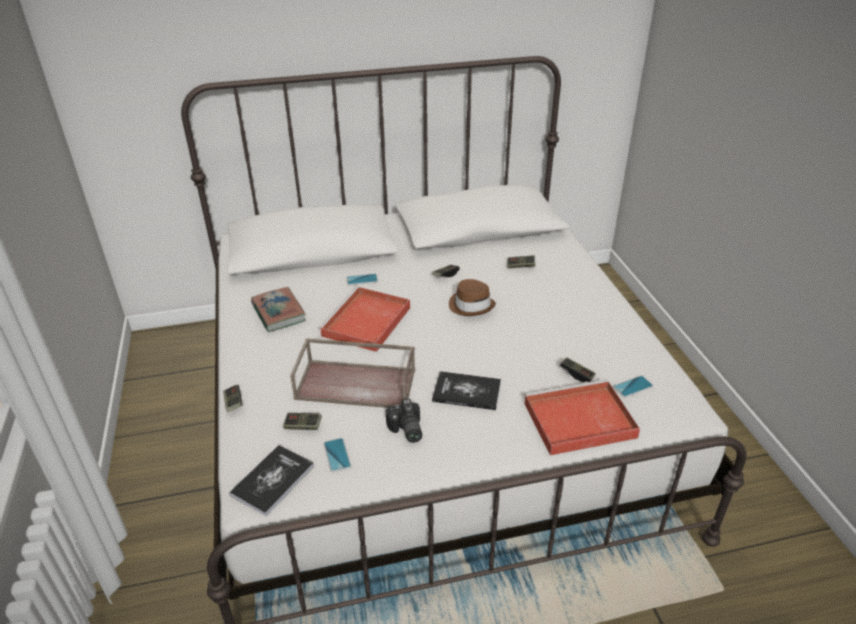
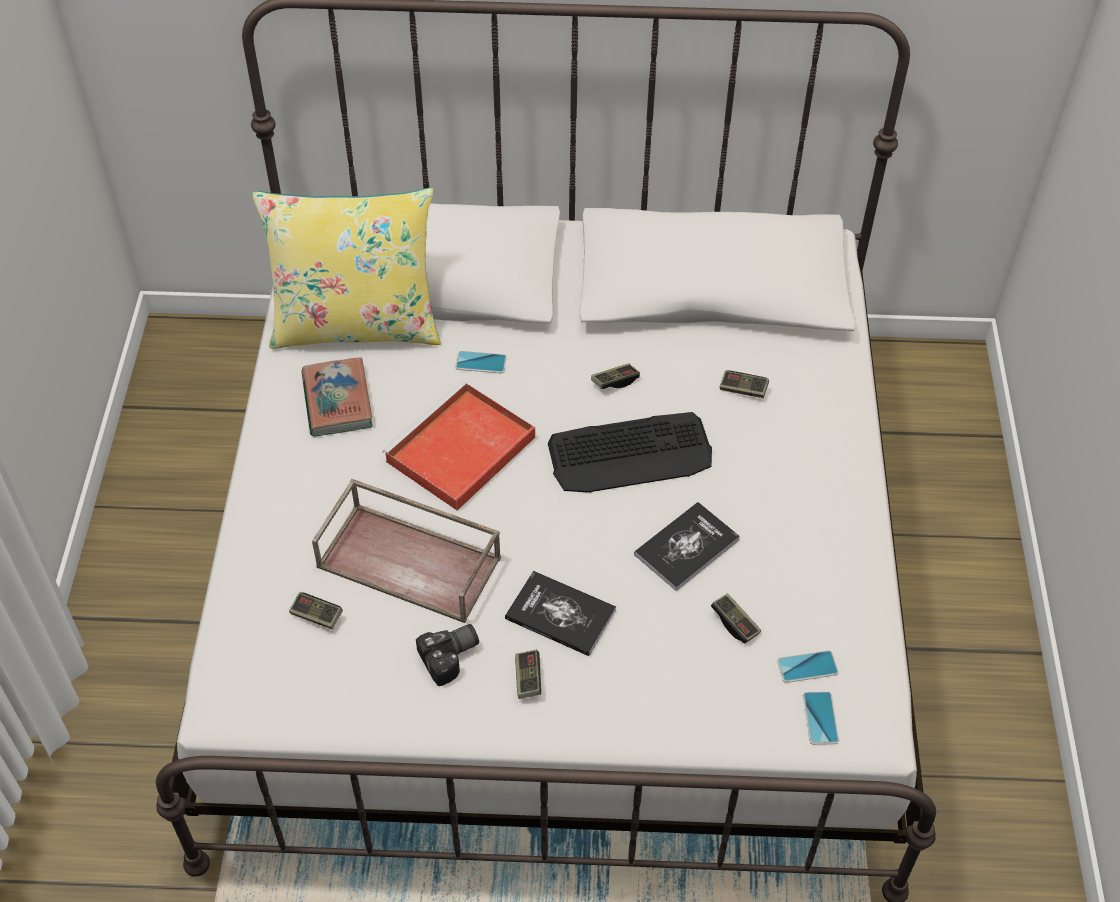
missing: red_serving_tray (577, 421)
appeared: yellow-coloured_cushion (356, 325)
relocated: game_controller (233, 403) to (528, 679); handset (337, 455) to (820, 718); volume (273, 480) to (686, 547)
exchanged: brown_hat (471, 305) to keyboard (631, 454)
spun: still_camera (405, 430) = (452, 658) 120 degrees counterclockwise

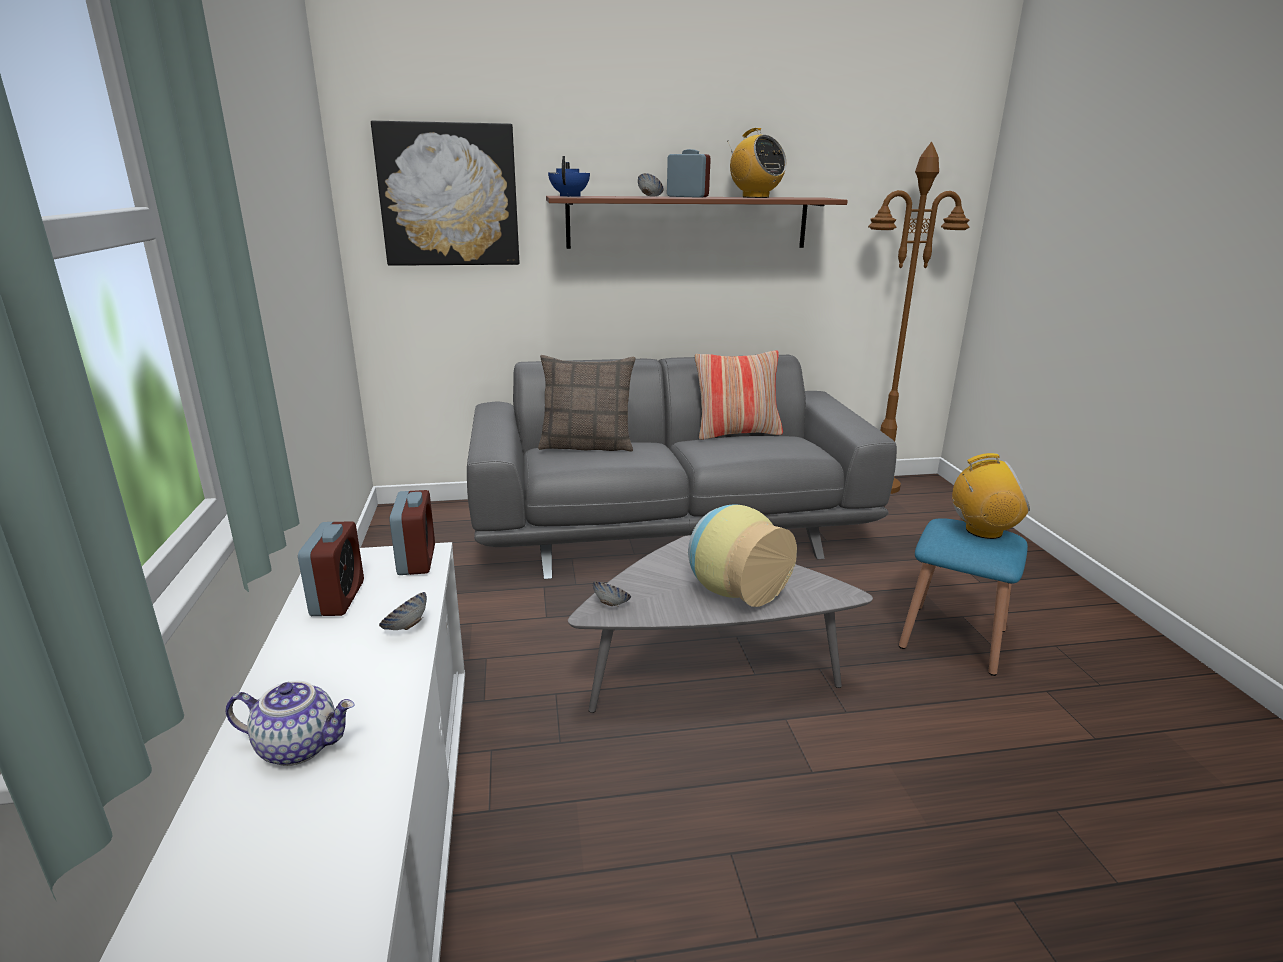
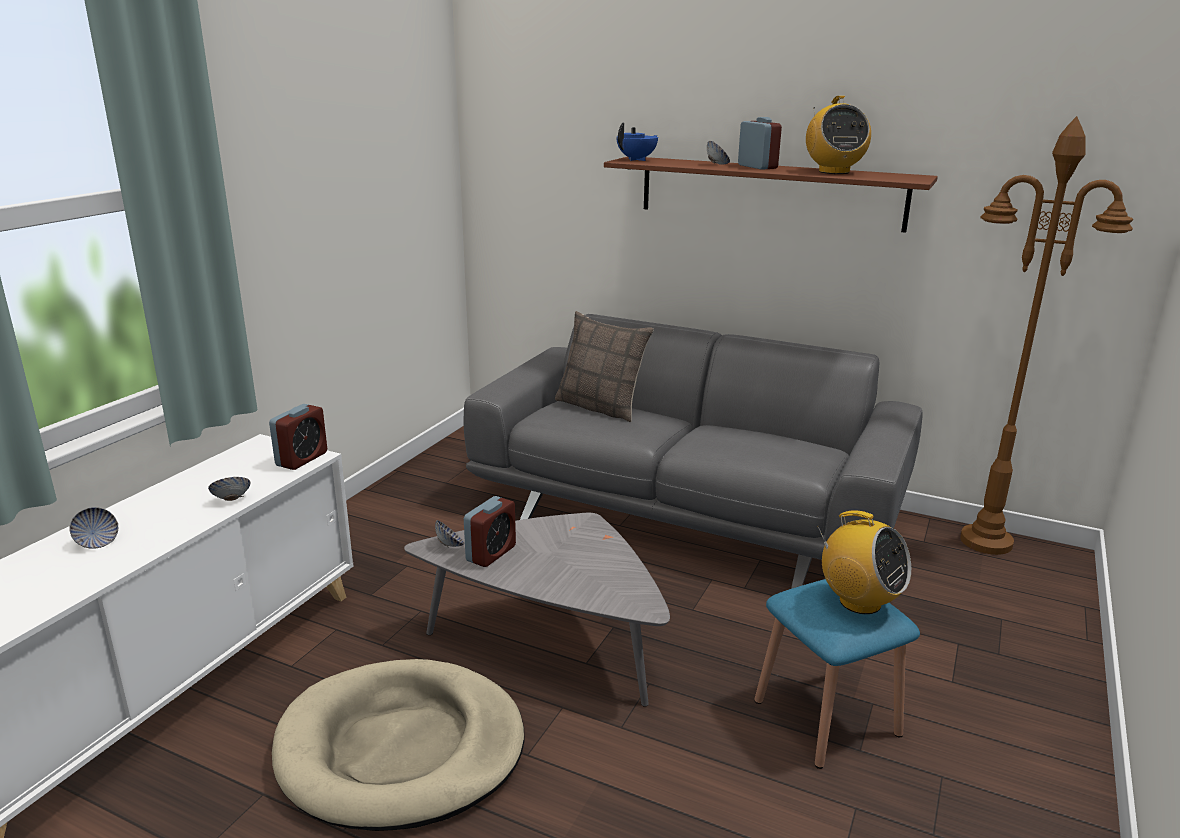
missing: wall_art (449, 195); cushion (737, 433); decorative_vase (733, 590)
appeared: beige-coloured_dog_cushion (401, 749)
relocated: alarm_clock (338, 598) to (491, 553)
exchanged: pot_for_tea (300, 745) to bowl (97, 542)

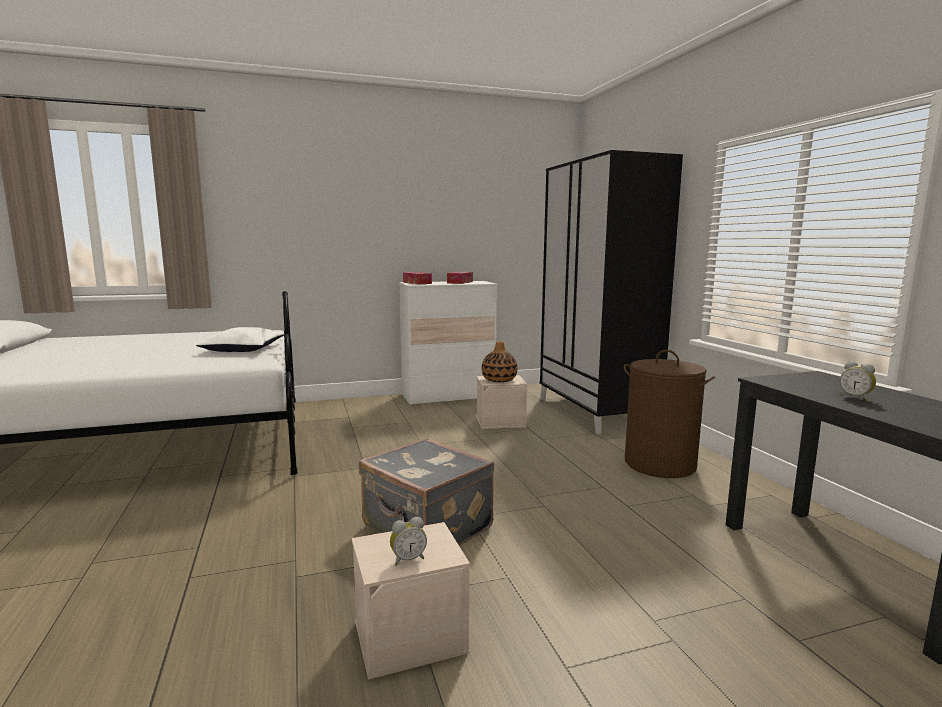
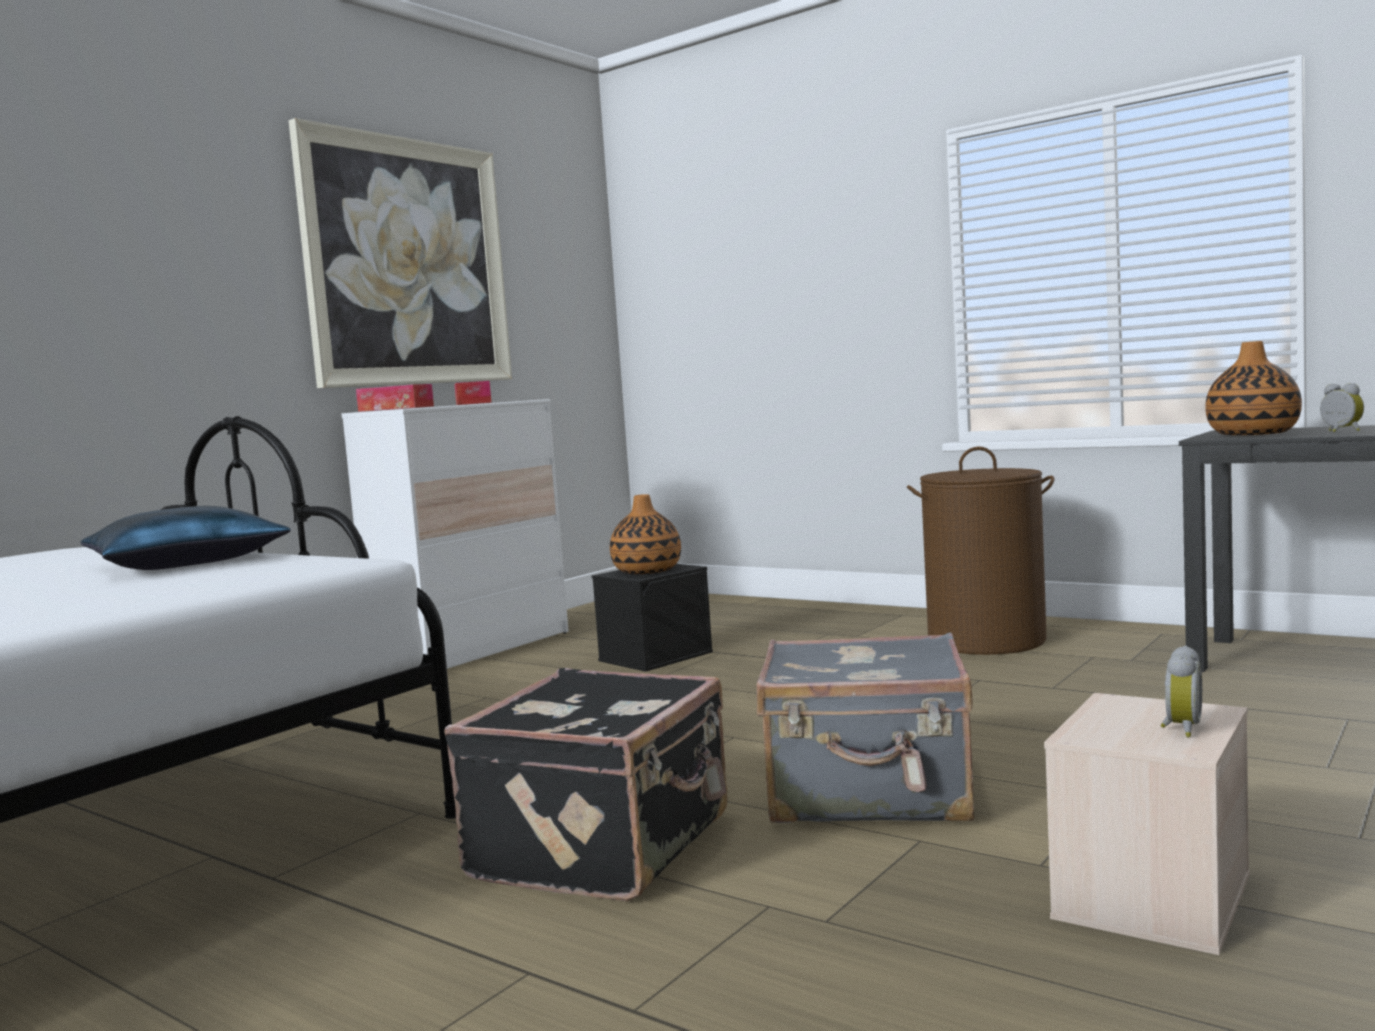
missing: blackish_armoire (596, 412)
appeared: wall_art (407, 262); decorative_vase (1252, 434); blackish_suitcase (606, 847)
colour: white_cushion (243, 349) to blue_cushion (186, 562); beige-coloured_storage_bin (501, 421) to blackish_storage_bin (656, 656)
spun: alarm_clock (855, 398) = (1340, 431) 135 degrees counterclockwise

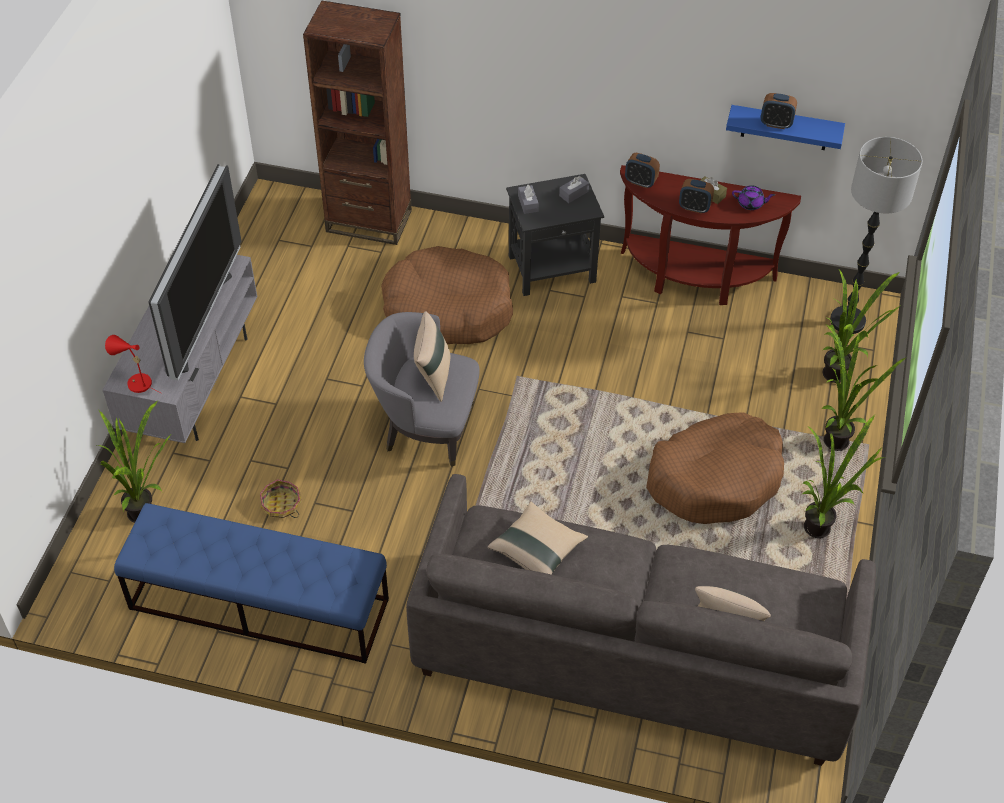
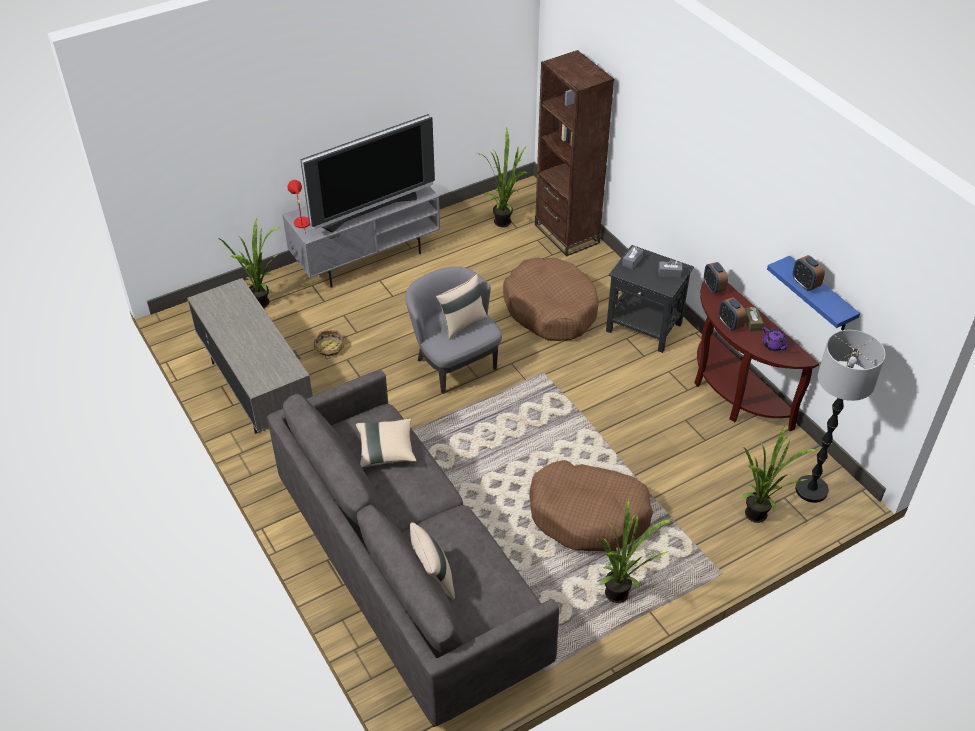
relocated: plant_in_a_pot (834, 437) to (505, 220)
exchanged: blue_long_seat (258, 604) to gray_tv_stand (256, 388)

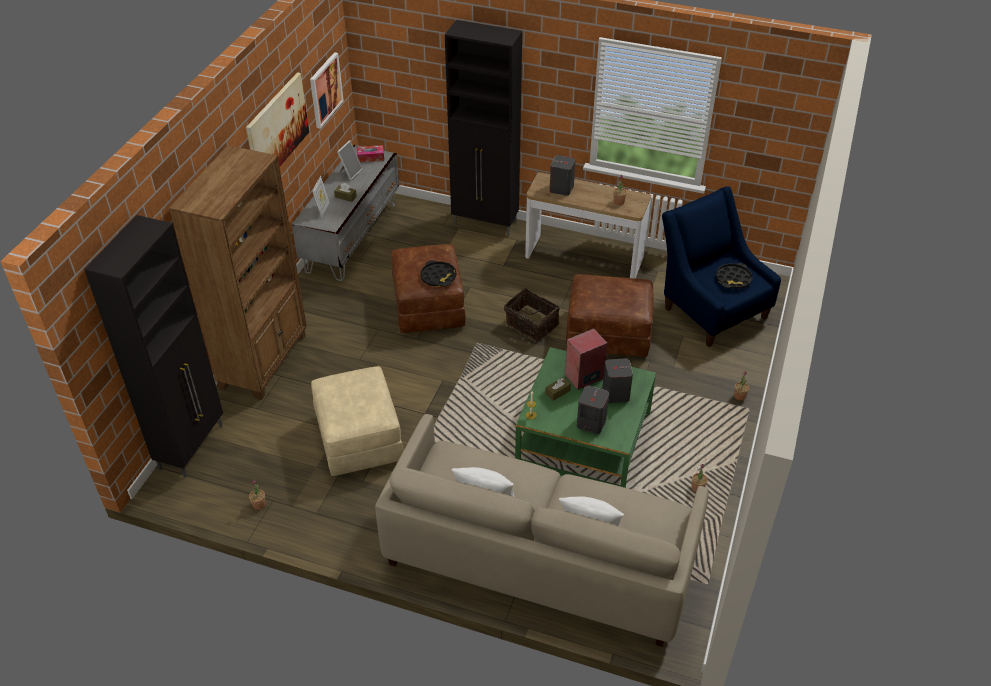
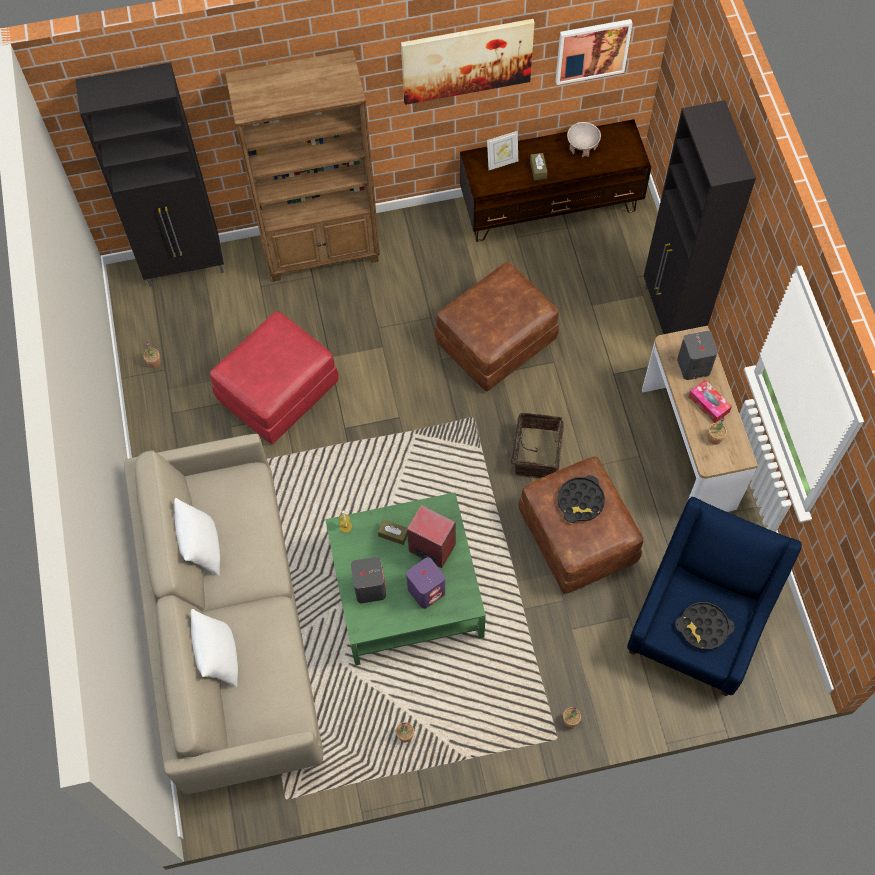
relocated: box_of_tissues (370, 157) to (708, 404); blackish_serving_tray (438, 277) to (580, 501)
exchanged: photo_frame (350, 172) to beige-coloured_bowl (582, 147)
colour: gray_tv_stand (352, 237) to brown_tv_stand (550, 207); gray_audio_speaker (615, 393) to purplish_audio_speaker (426, 590); beige-coloured_footrest (358, 438) to red_footrest (278, 390)

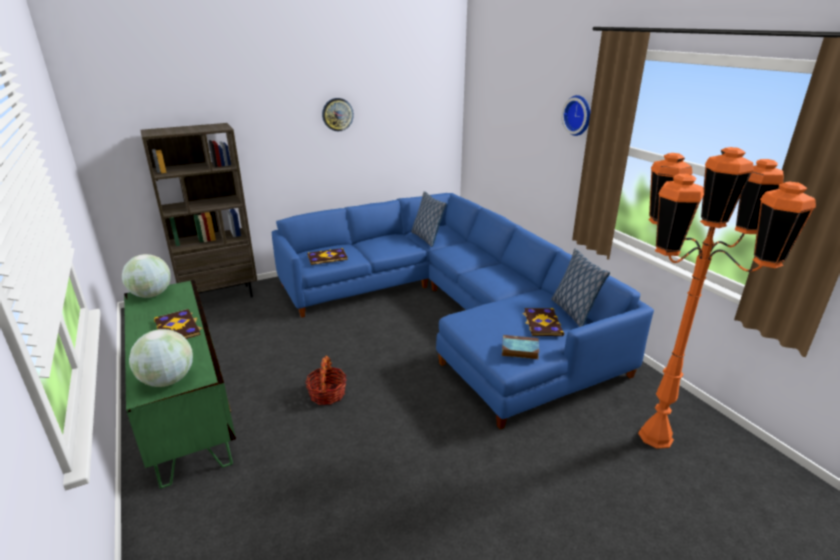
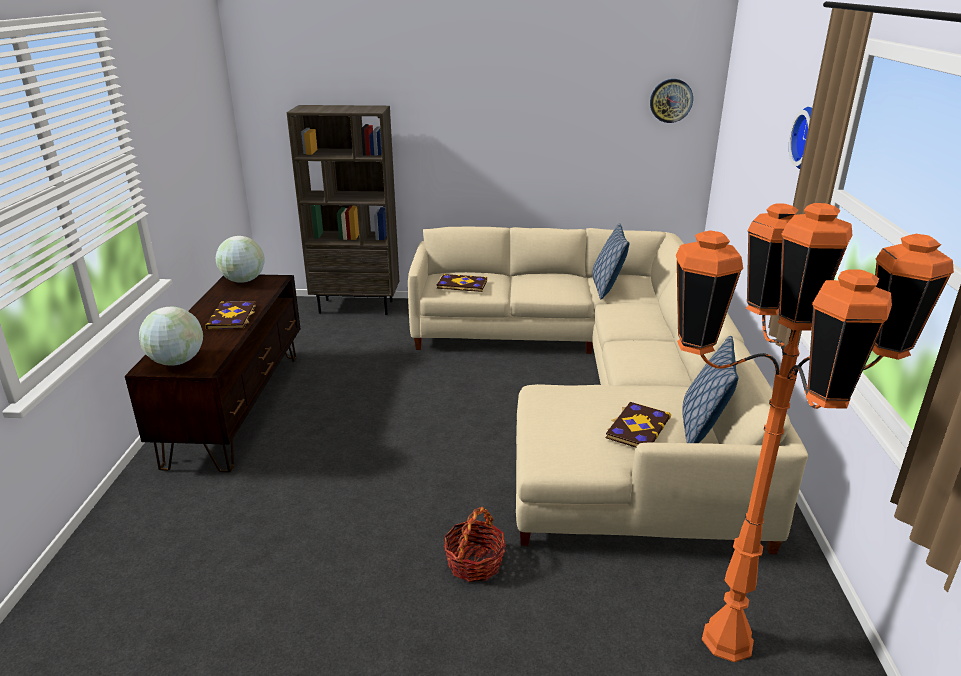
missing: volume (519, 350)
relocated: wall_clock (337, 114) to (671, 100); basket (327, 394) to (474, 563)
colour: blue_couch (451, 310) to beige-coloured_couch (595, 389); greenish_tv_stand (187, 408) to brown_tv_stand (237, 406)

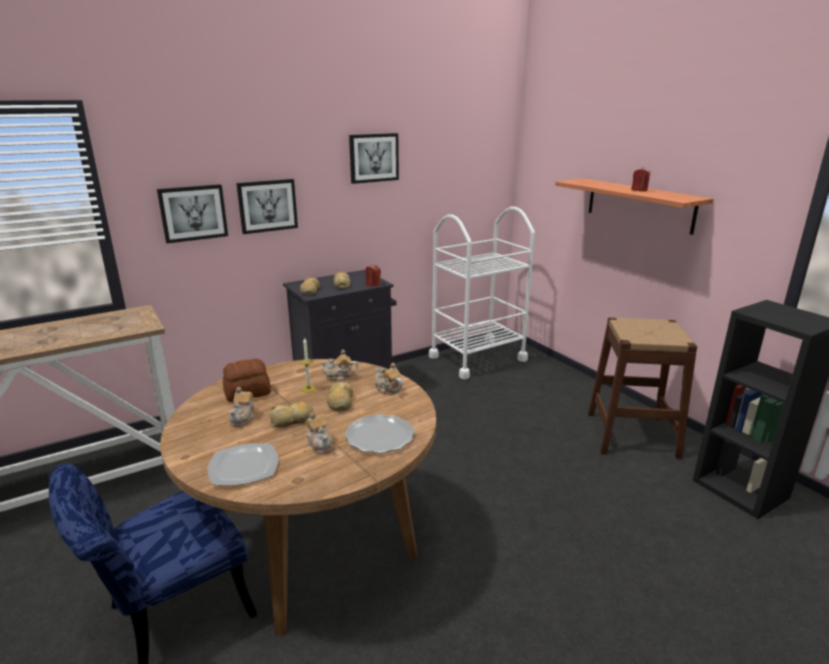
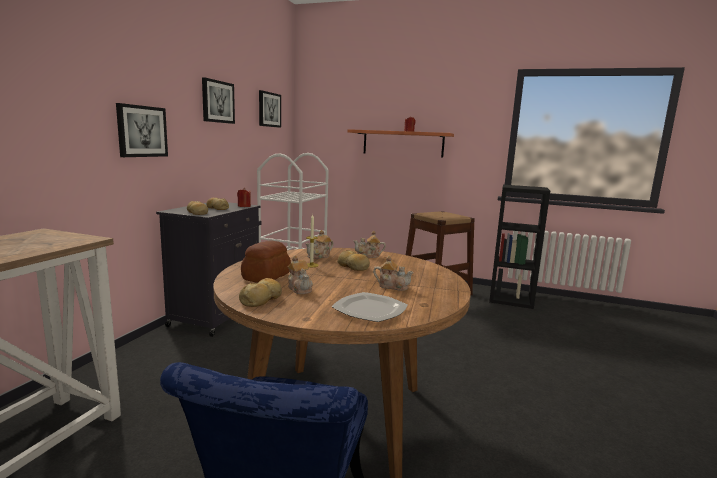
missing: flat_dish (379, 436)
relocated: wall_art (193, 213) to (269, 109); baked_bread (292, 420) to (262, 299)

